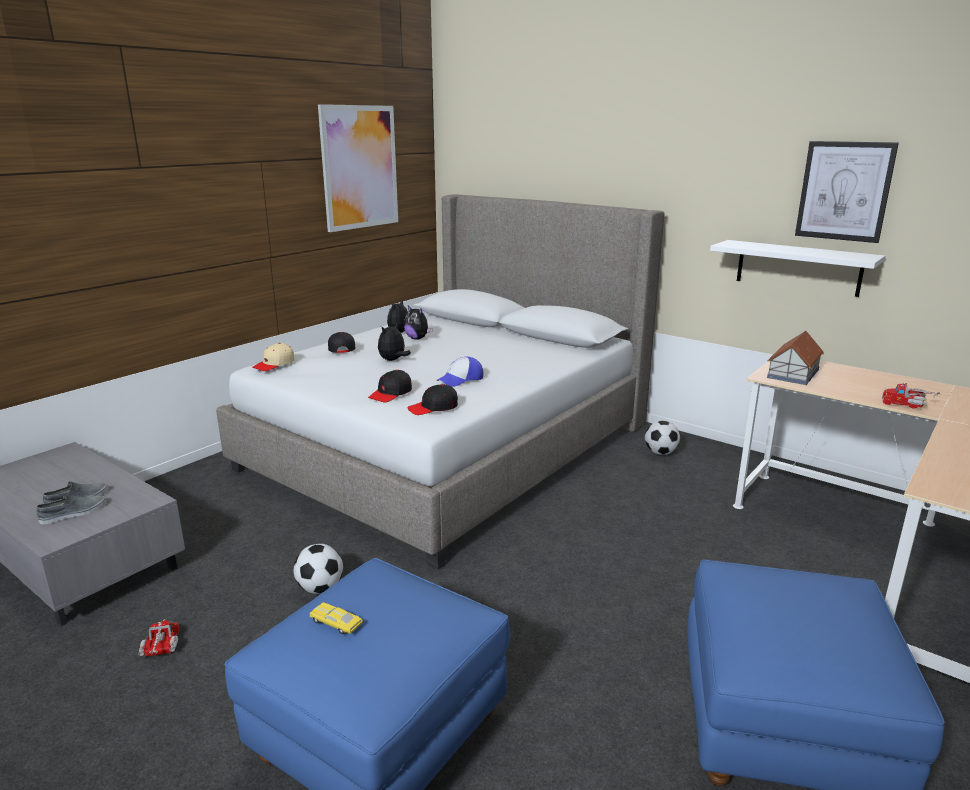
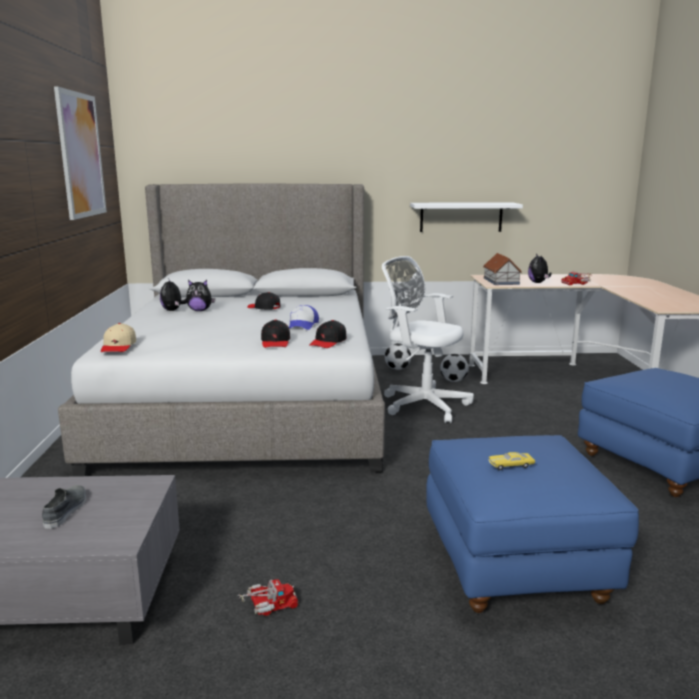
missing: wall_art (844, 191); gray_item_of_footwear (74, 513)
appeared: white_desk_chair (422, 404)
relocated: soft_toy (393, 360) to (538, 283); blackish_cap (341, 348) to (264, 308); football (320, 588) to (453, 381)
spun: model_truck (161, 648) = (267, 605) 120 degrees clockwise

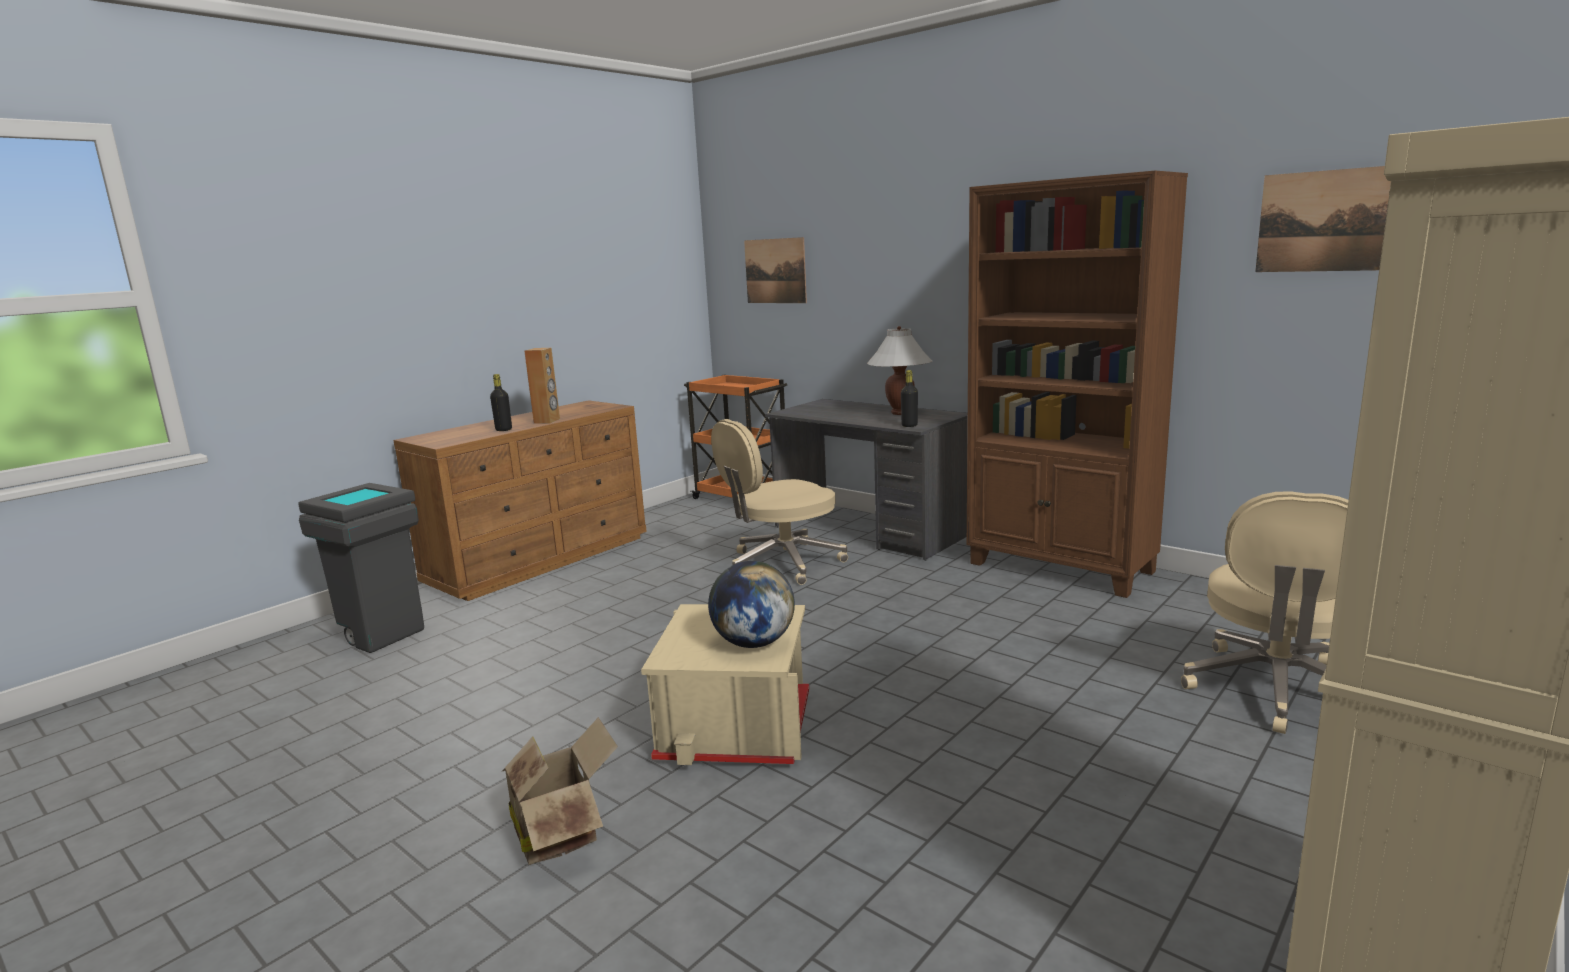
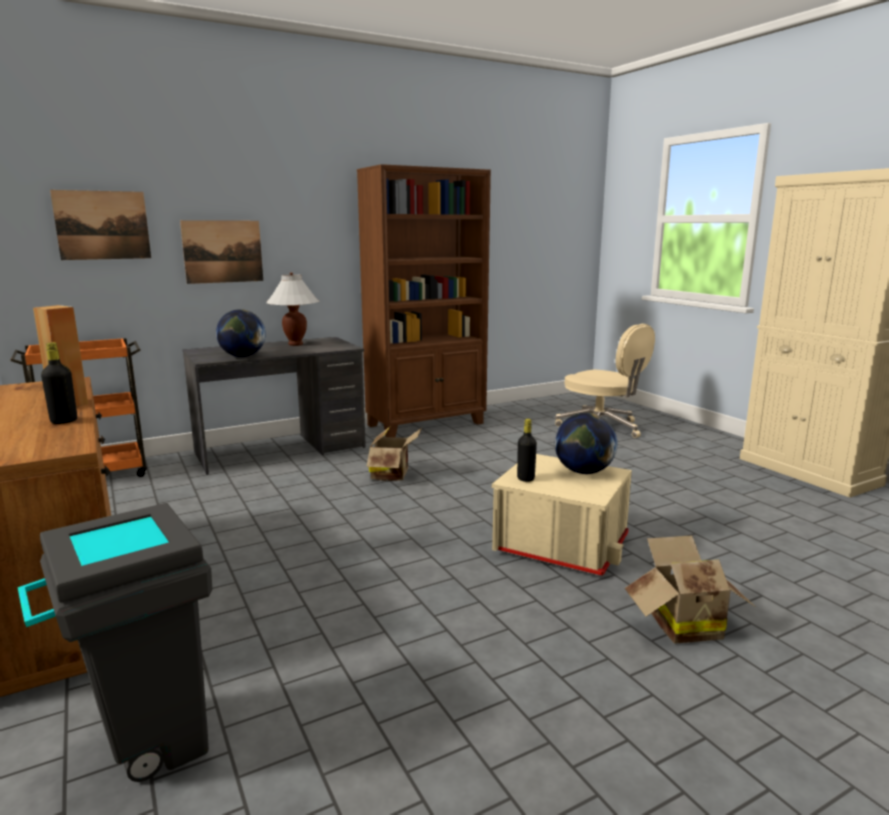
missing: beige-coloured_desk_chair (782, 564)
appeared: desk_globe (242, 356); carton (393, 475)
relocated: wall_art (1327, 221) to (223, 251); blackish_beverage_bottle (909, 425) to (525, 478)

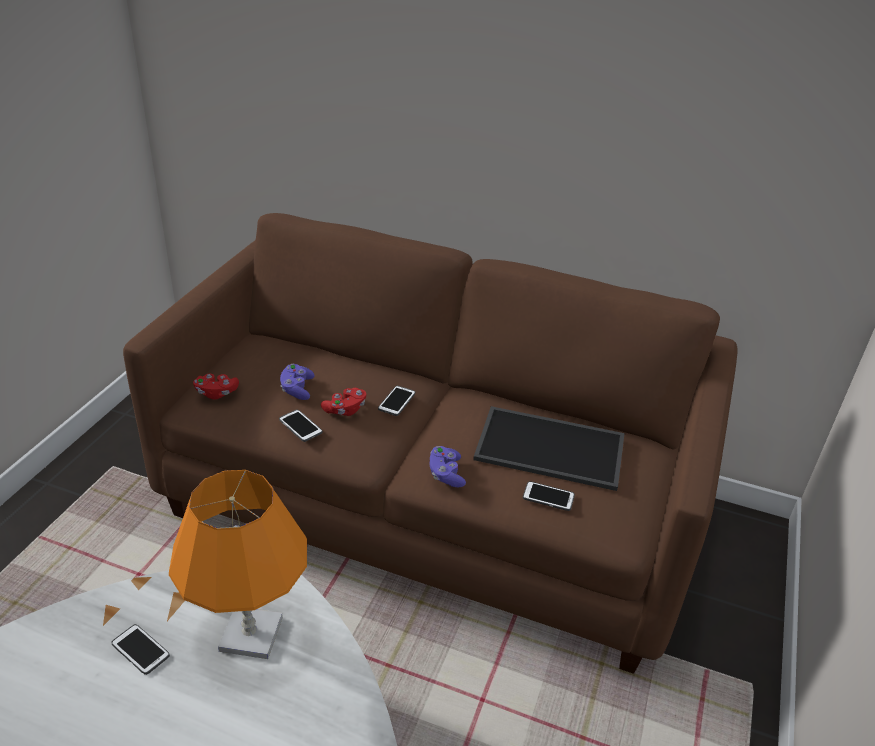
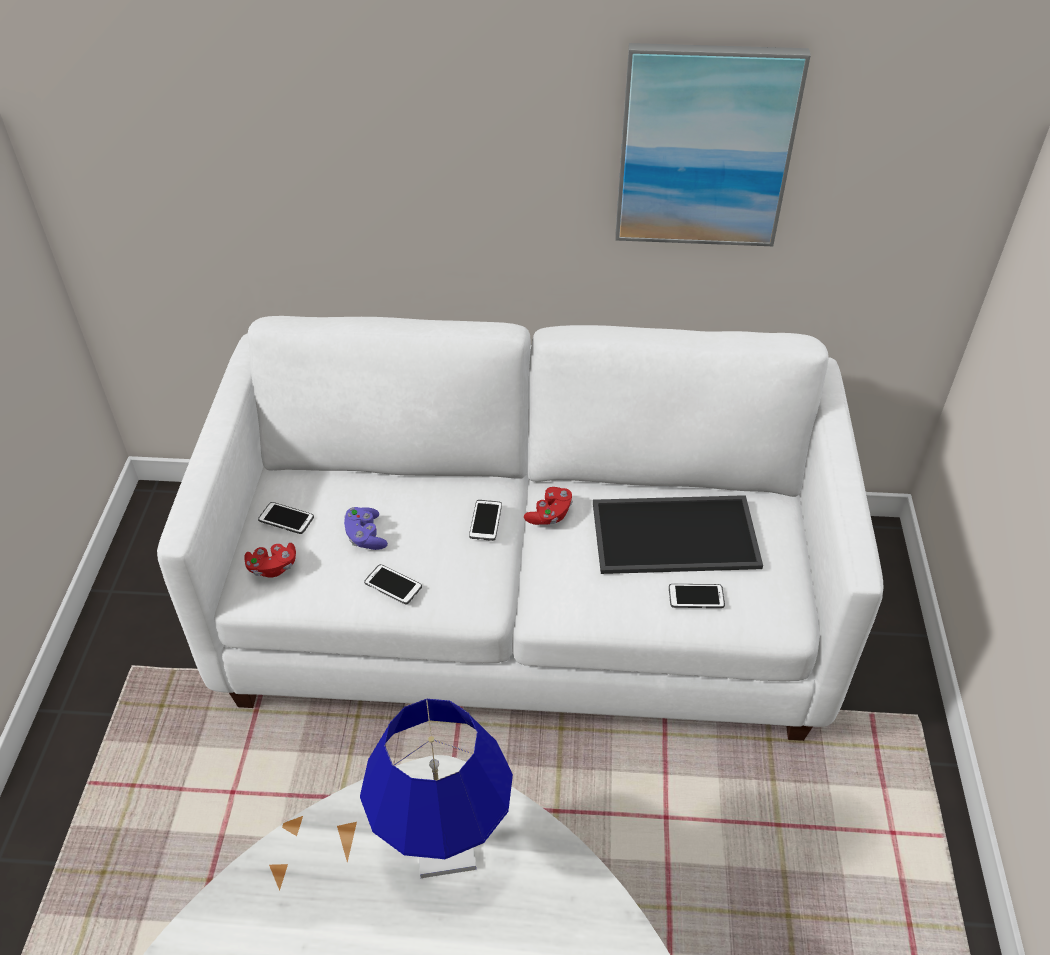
missing: purplish_game_controller (446, 474)
appeared: wall_art (705, 147)
relocated: red_game_controller (345, 409) to (550, 514); handset (140, 650) to (286, 519)
colour: brown_couch (431, 507) to white_couch (527, 611); orangey_lamp_for_a_table (250, 634) to blue_lamp_for_a_table (444, 848)

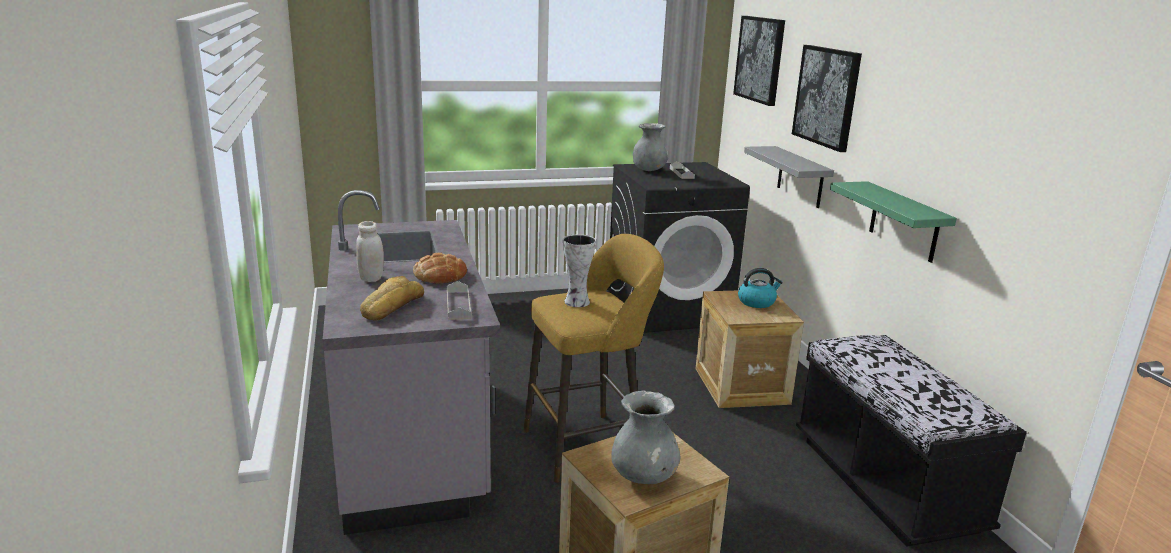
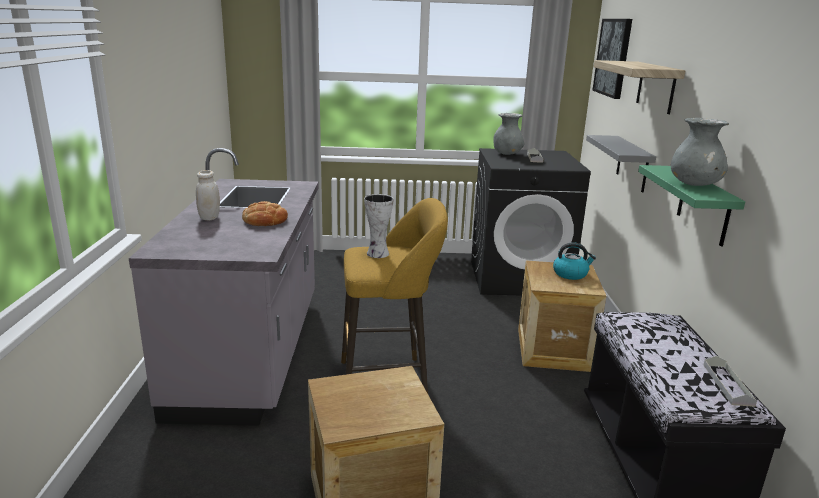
missing: baked_bread (391, 306)
relocated: gray_serving_tray (458, 305) to (727, 384); gray_decorative_vase (644, 476) to (694, 185)
exchanged: wall_art (827, 96) to wall_shelf (656, 87)

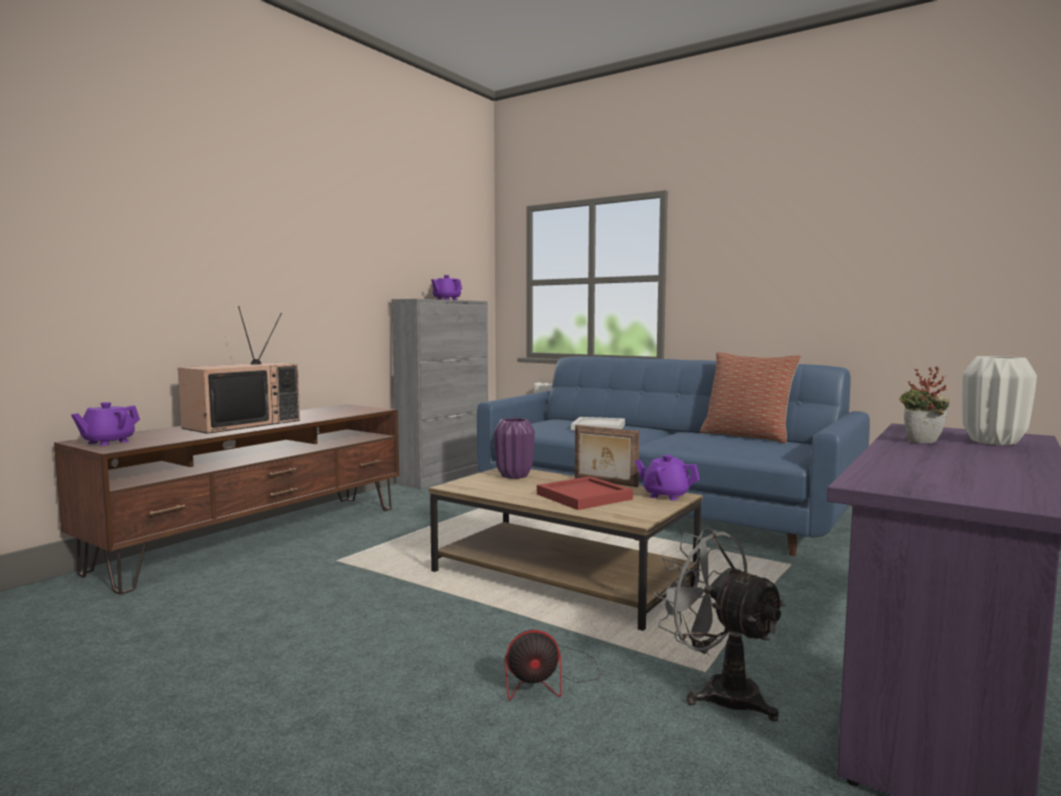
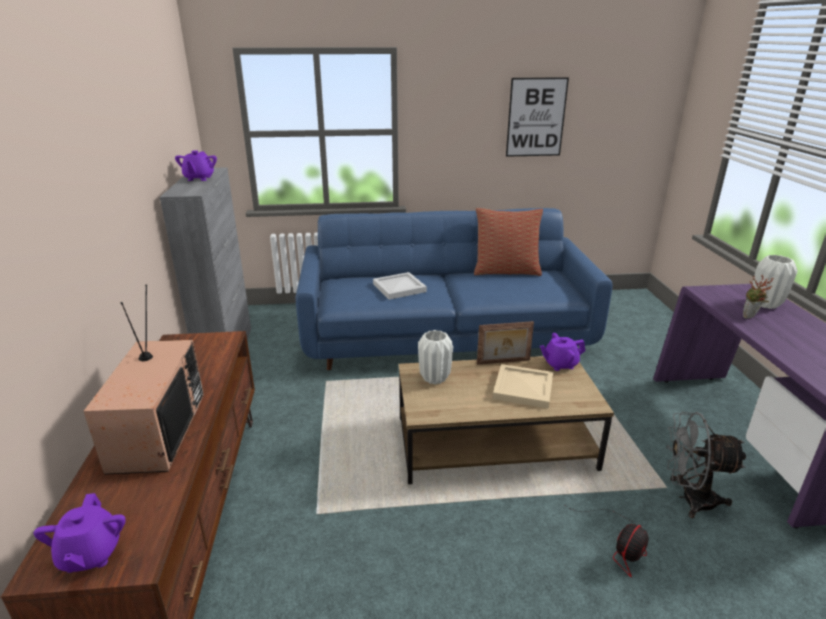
appeared: wall_art (536, 117)
colour: purplish_decorative_vase (514, 476) to white_decorative_vase (434, 378); red_serving_tray (584, 496) to beige-coloured_serving_tray (522, 387)

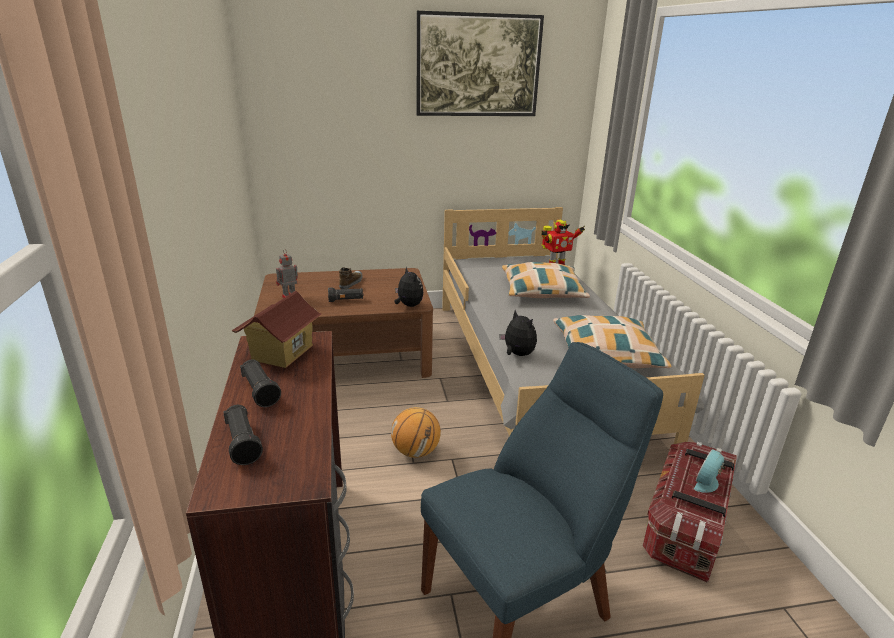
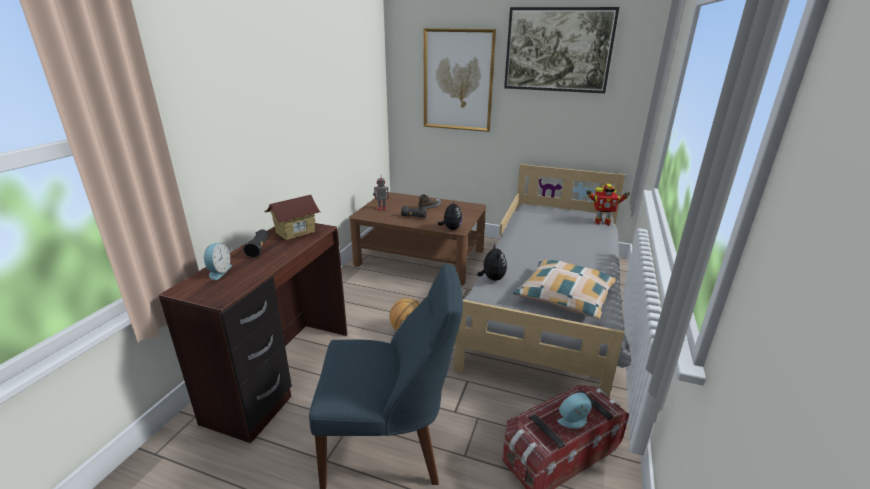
missing: cushion (542, 290)
appeared: wall_art (458, 80)
exchanged: blackish_hand_torch (243, 443) to alarm_clock (218, 272)

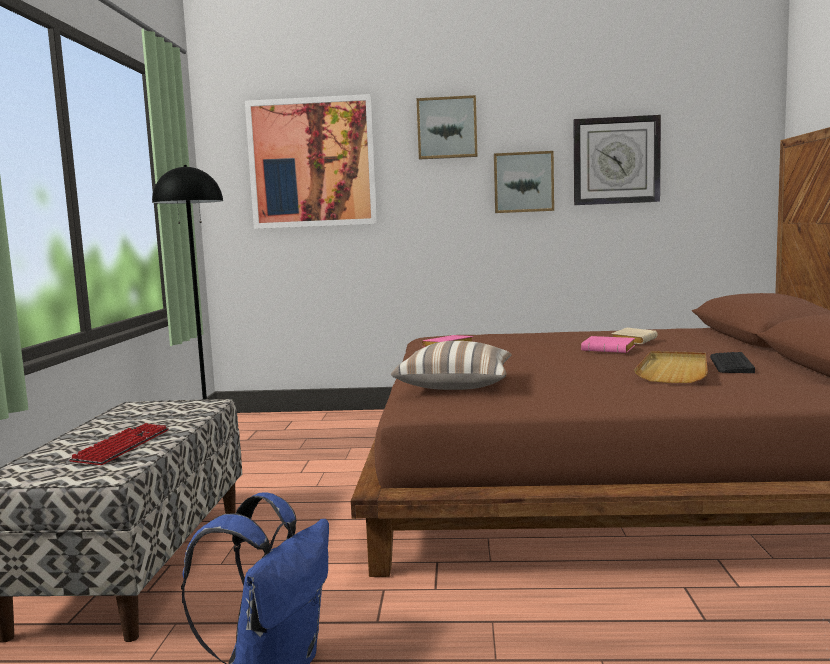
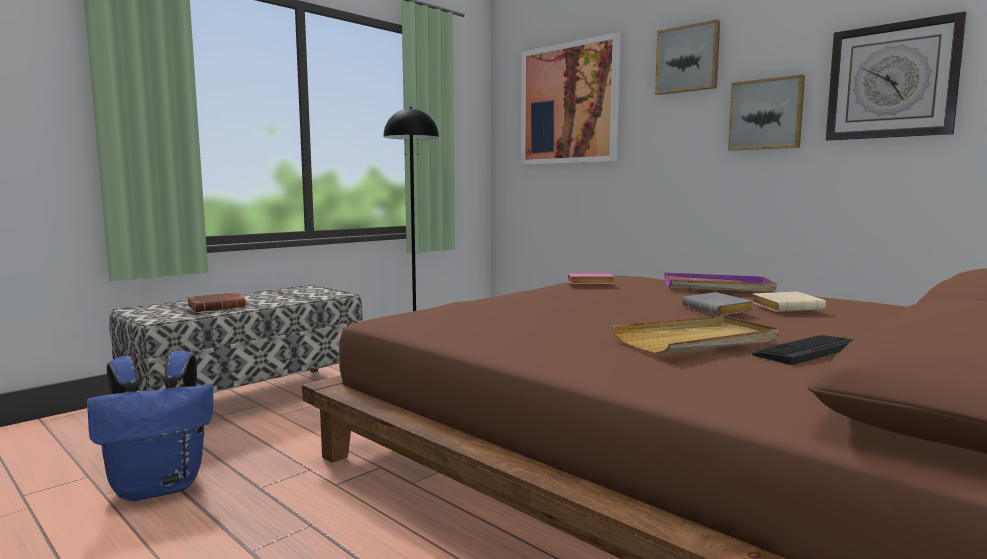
missing: cushion (455, 386)
appeared: purplish_serving_tray (717, 287)
exchanged: keyboard (123, 446) to brown_volume (217, 307)
colour: pink-coloured_volume (610, 349) to gray_volume (719, 310)

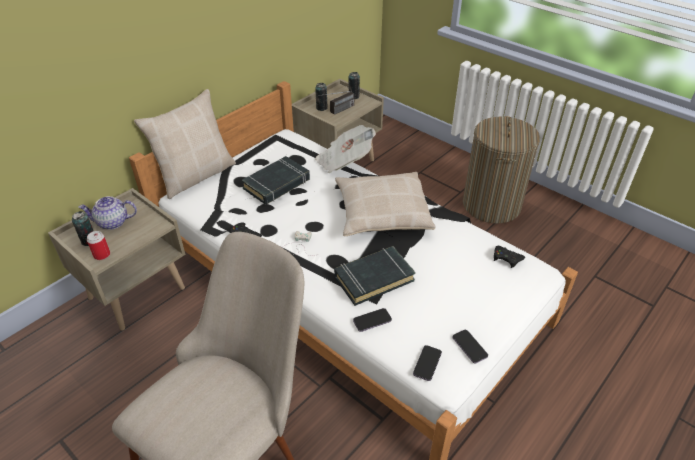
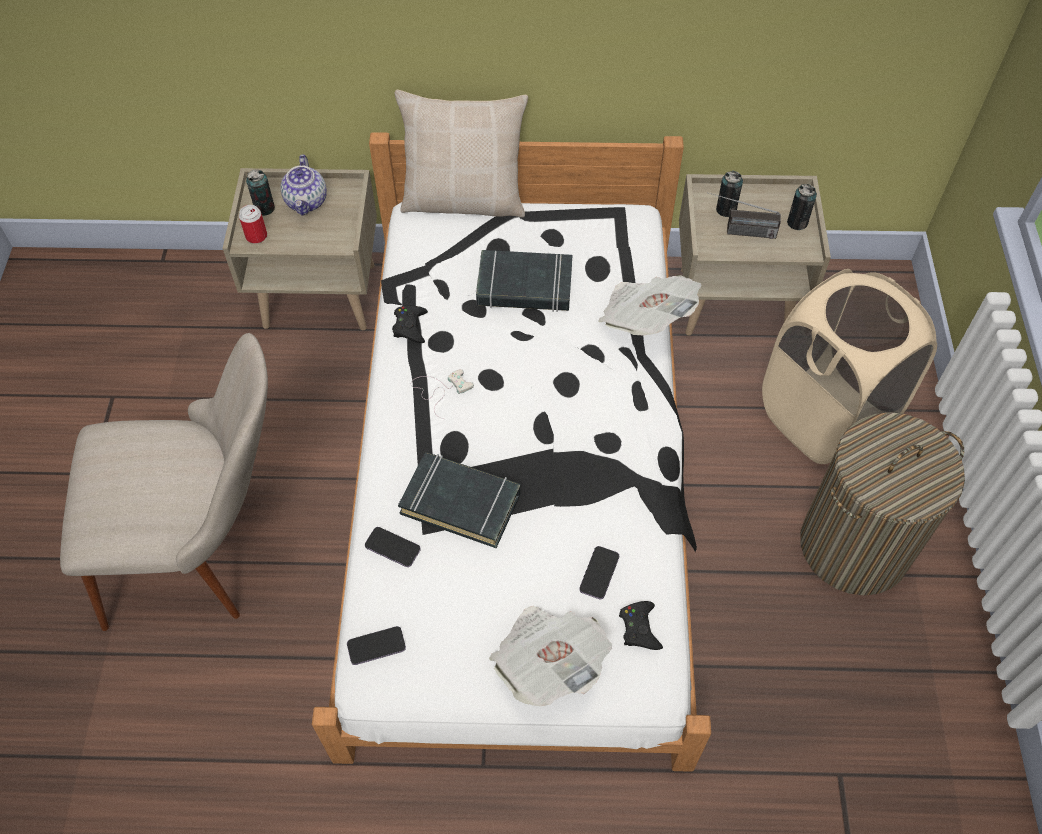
missing: beige-coloured_cushion (382, 212)
appeared: beige-coloured_laundry_basket (825, 418); daily_paper (548, 662)
relocated: handset (469, 347) to (599, 573)
spun: pot_for_tea (112, 222) = (307, 202) 135 degrees counterclockwise

